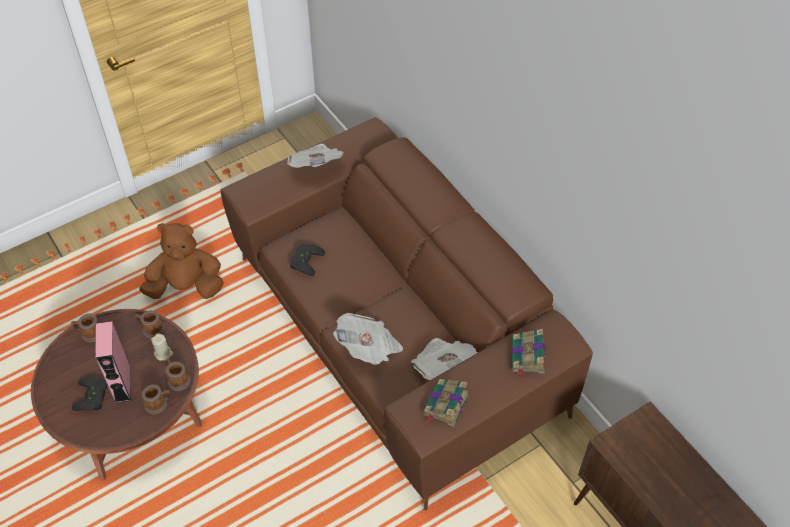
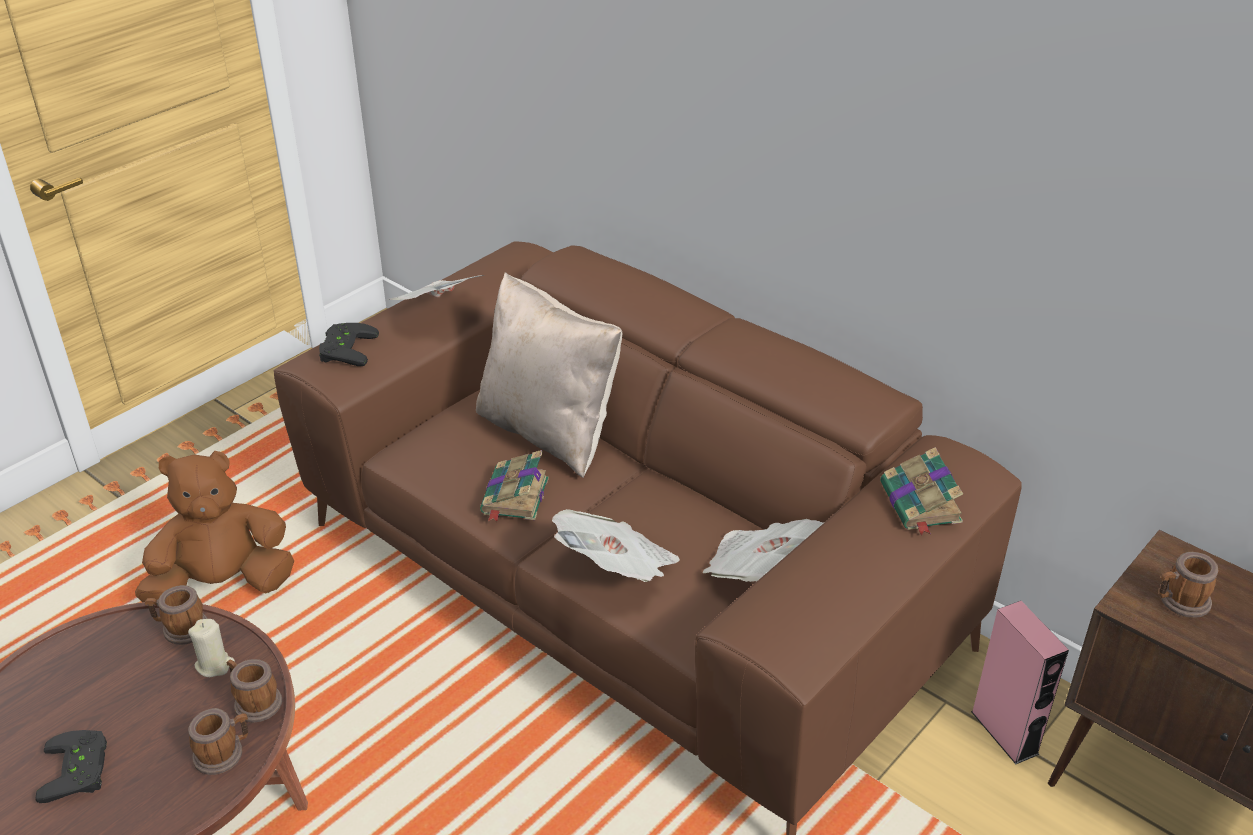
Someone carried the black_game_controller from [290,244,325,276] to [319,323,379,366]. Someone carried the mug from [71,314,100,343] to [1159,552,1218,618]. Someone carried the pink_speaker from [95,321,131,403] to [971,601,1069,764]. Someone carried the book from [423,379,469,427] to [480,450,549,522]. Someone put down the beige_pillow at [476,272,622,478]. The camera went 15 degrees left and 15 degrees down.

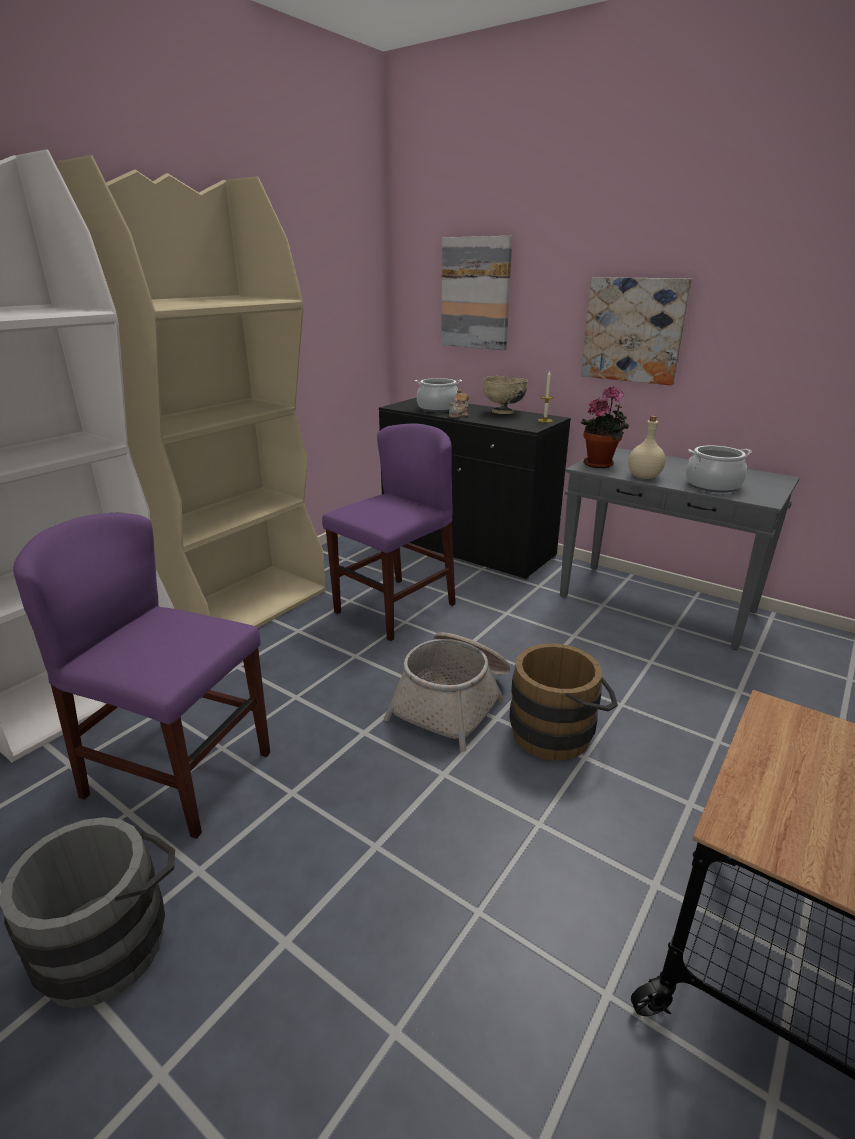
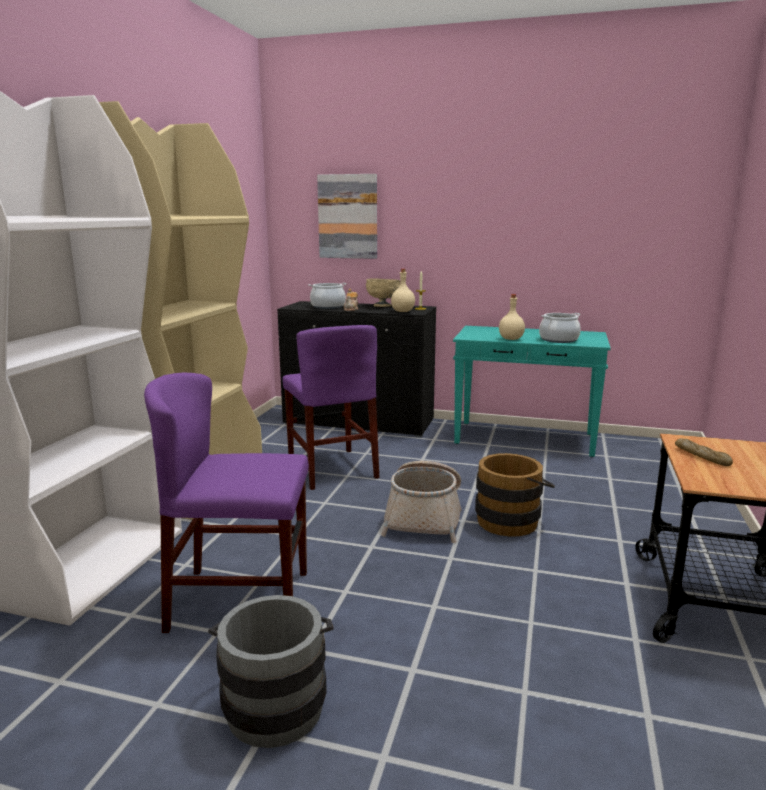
Someone took away the picture at [581,277,692,385]. Someone took away the potted_plant at [581,386,629,468]. Someone rotated the purple_chair at [322,424,456,641] by 135 degrees clockwise. Someone repainted the grey_console_table at [560,448,800,650], which became the turquoise_console_table at [453,326,611,457]. Someone put down the beige_bottle at [391,269,415,312]. Someone put down the bread at [675,438,733,466]. The camera went 20 degrees left and 10 degrees down.

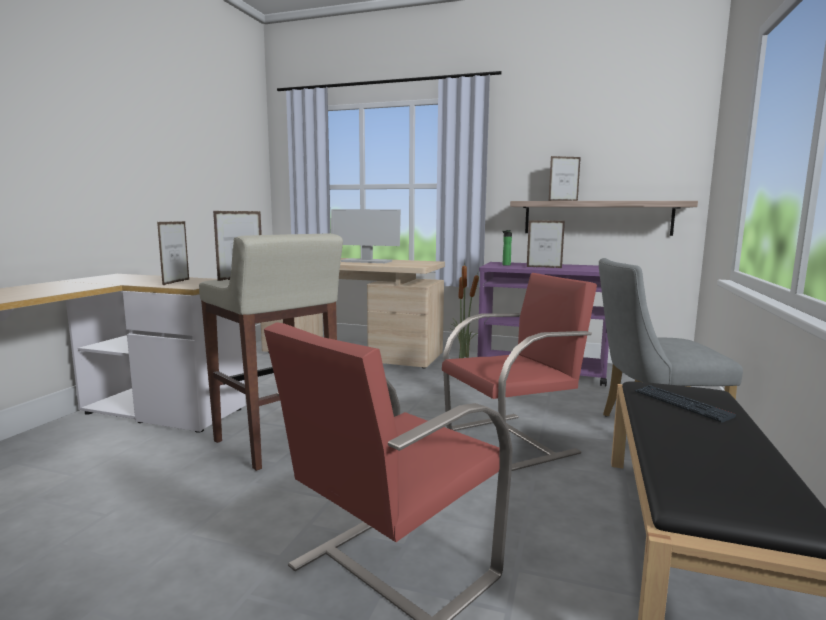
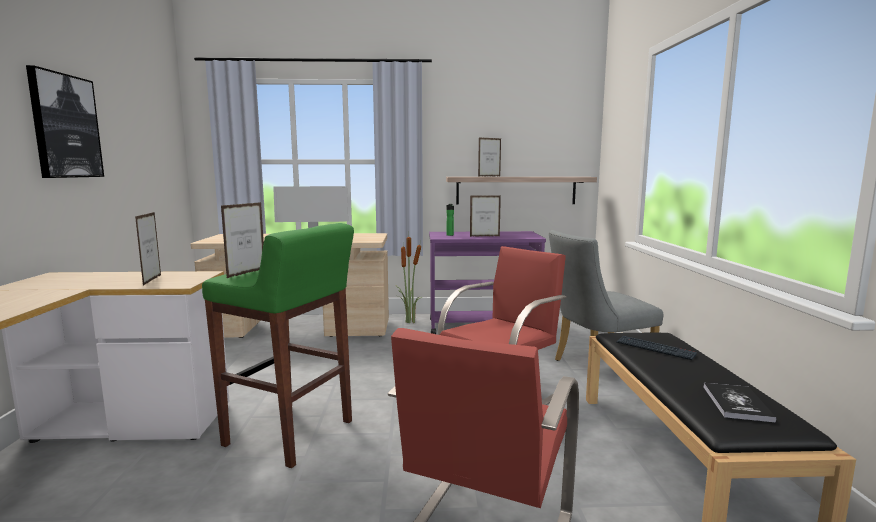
Someone repainted the beige_stool at [199,233,343,471], which became the green_stool at [202,223,354,468]. Someone put up the picture at [26,65,104,178]. Someone put down the book at [703,383,776,422]. The camera went 20 degrees left and 0 degrees up.

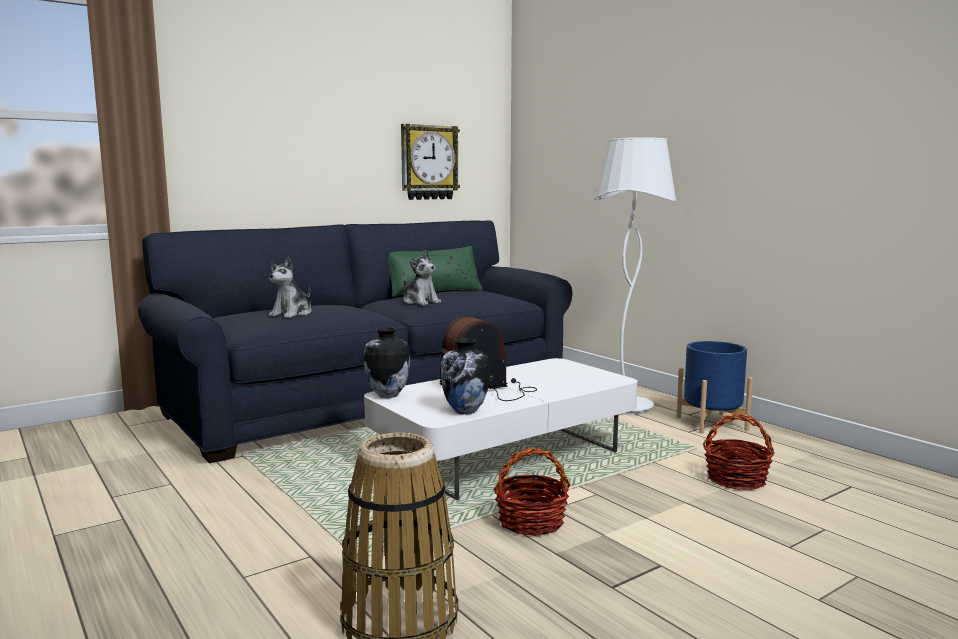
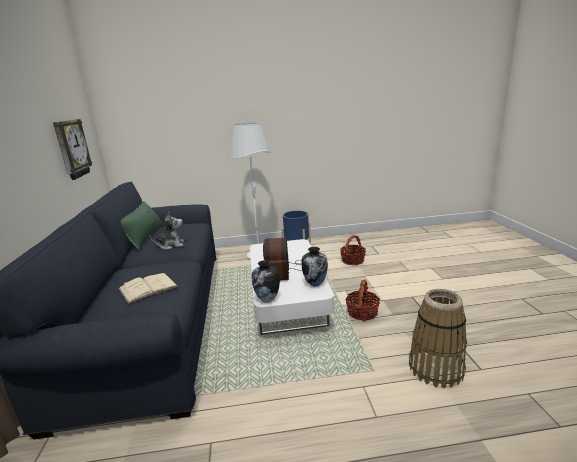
Someone swapped the plush_toy at [269,257,312,318] for the beige_book at [118,273,178,304]. The camera went 60 degrees left and 10 degrees up.

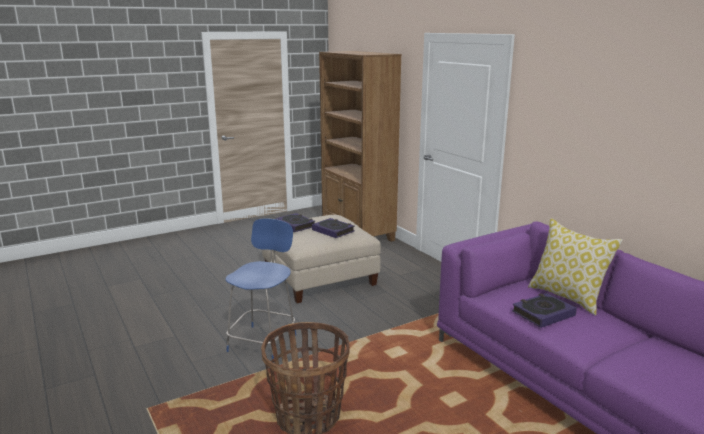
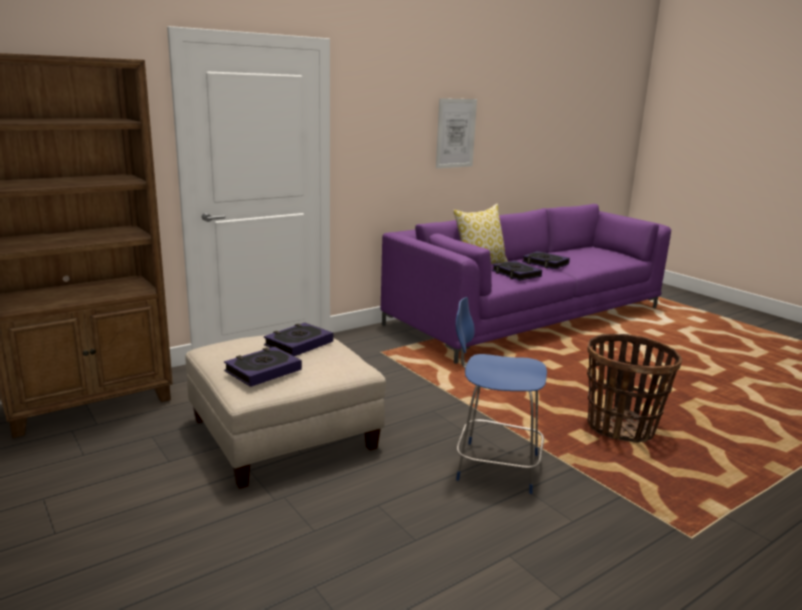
Someone put up the picture at [436,98,477,168]. Someone put down the book at [522,251,570,269]. The camera went 95 degrees left and 0 degrees up.

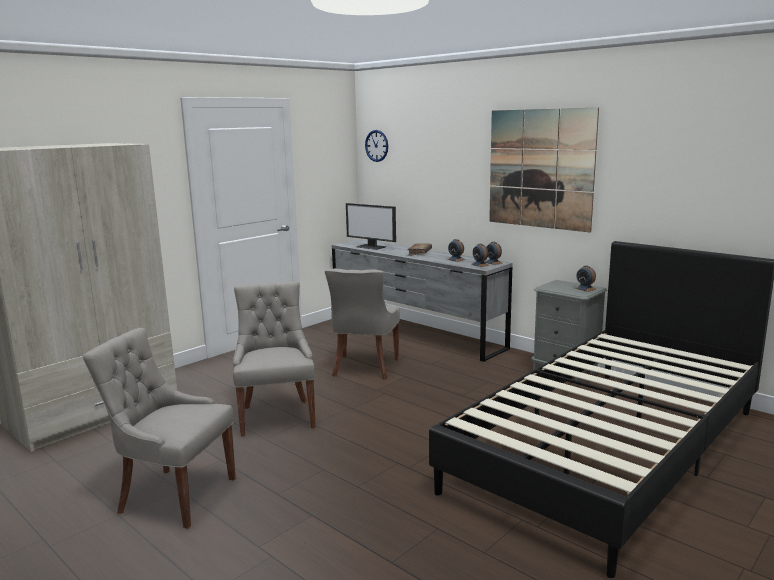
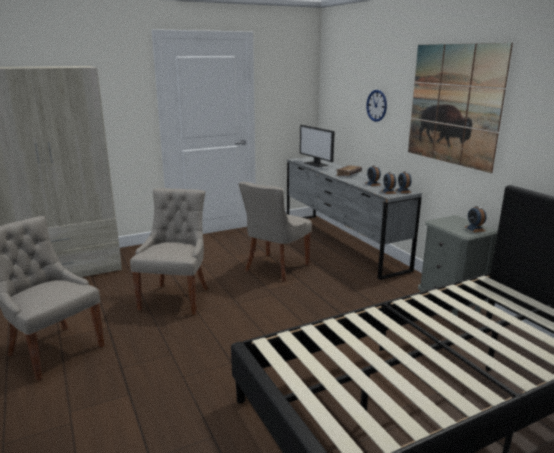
Someone carried the wall_clock from [365,130,388,162] to [366,90,387,122]. The camera went 20 degrees right and 5 degrees up.

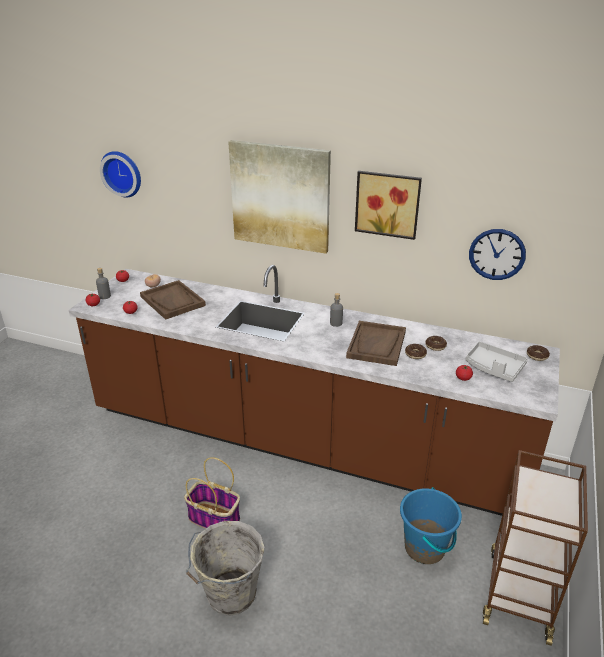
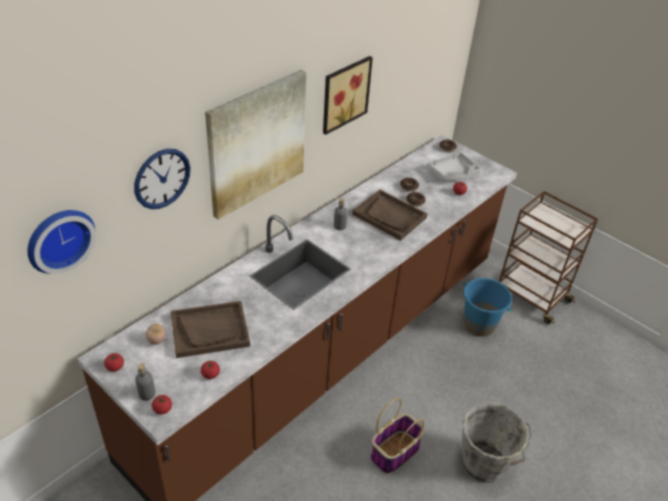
Someone carried the wall_clock from [469,229,526,280] to [134,149,190,209]. The camera went 70 degrees left and 10 degrees up.

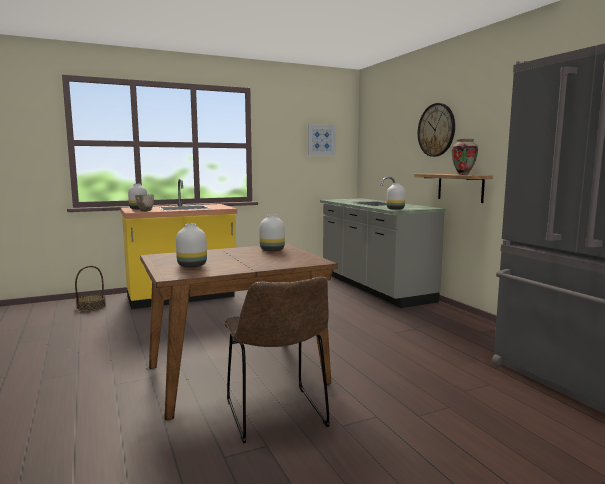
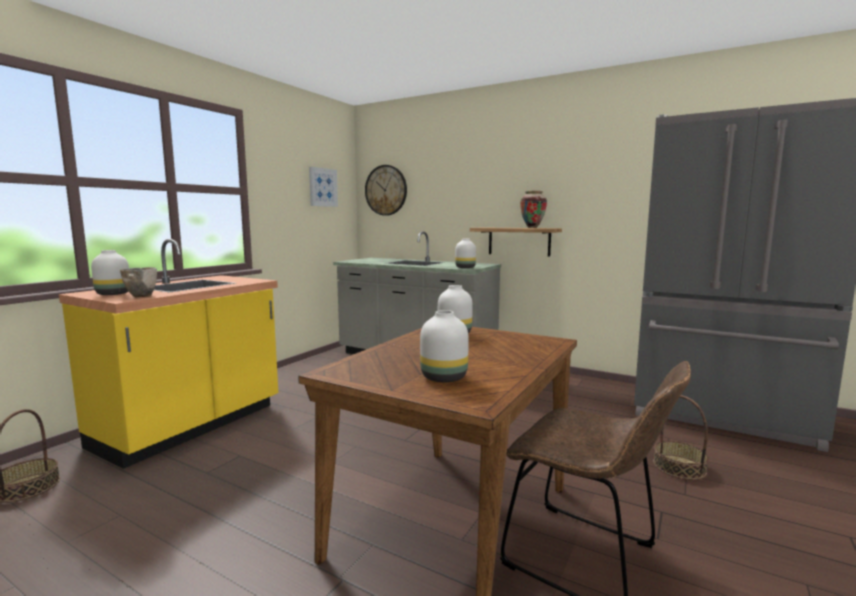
Someone carried the wall_clock from [418,103,455,157] to [365,165,407,216]. Someone put down the basket at [653,395,709,480]. The camera went 35 degrees left and 0 degrees up.

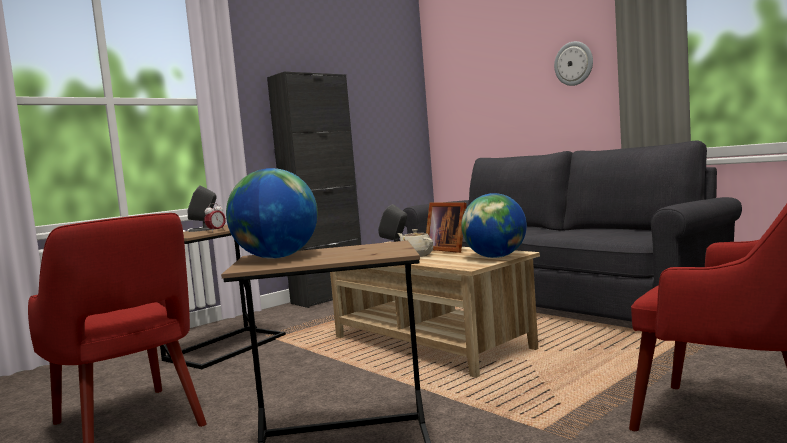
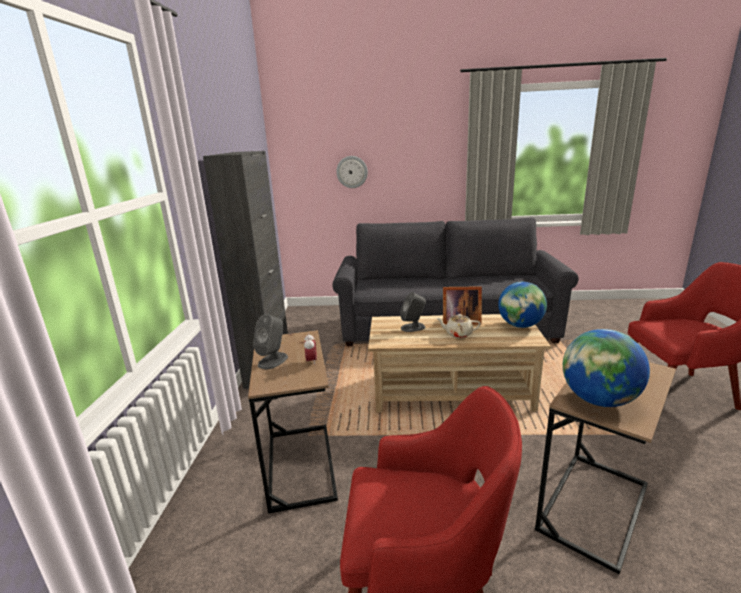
Someone carried the wall_clock from [554,41,593,86] to [336,156,368,188]. The camera went 45 degrees left and 15 degrees up.

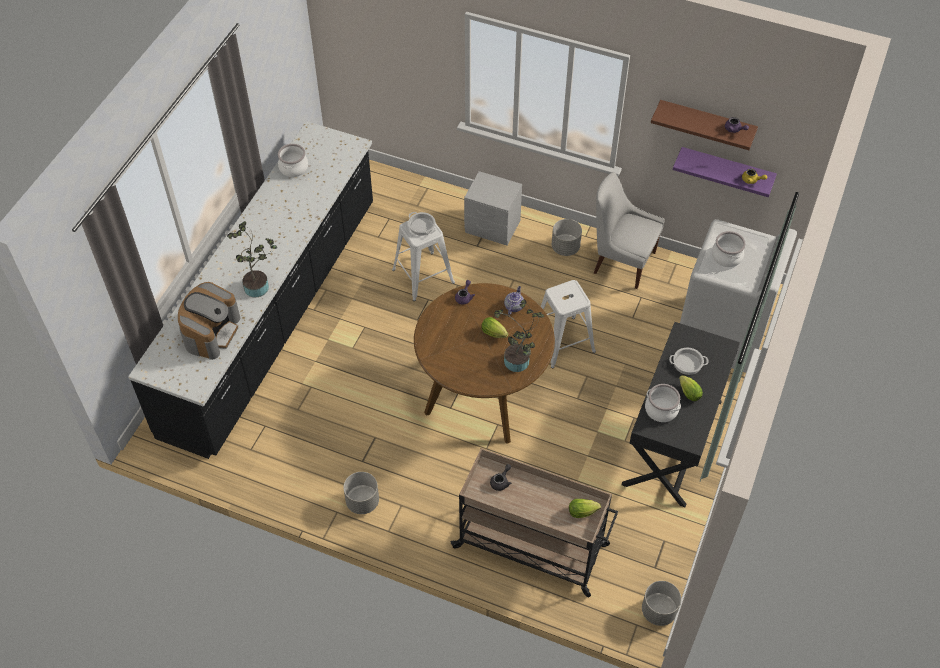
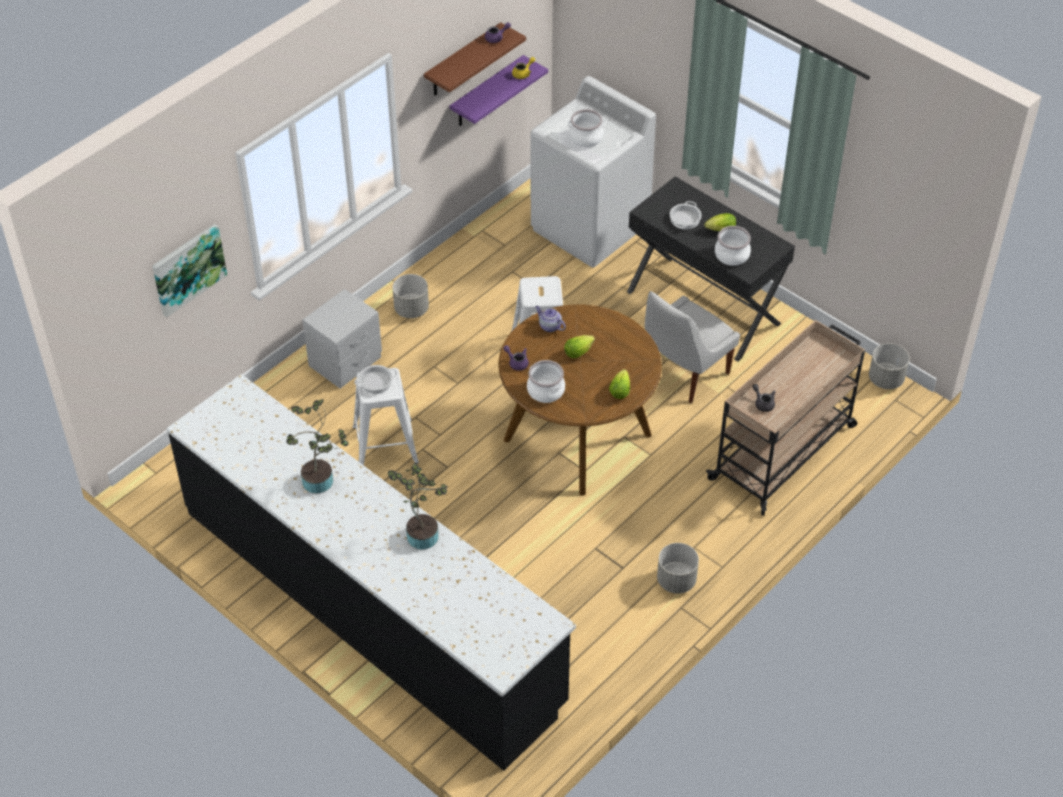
Someone carried the cooking_pot from [278,144,308,177] to [527,360,565,403]. Someone carried the white_chair from [594,172,665,289] to [645,291,740,403]. Someone took away the coffee_machine at [178,282,240,360]. Someone carried the potted_plant from [494,299,544,372] to [286,399,349,494]. Someone carried the lettuce from [569,499,601,518] to [609,369,630,399]. Someone put up the picture at [152,224,227,317]. The camera went 70 degrees left and 5 degrees down.

